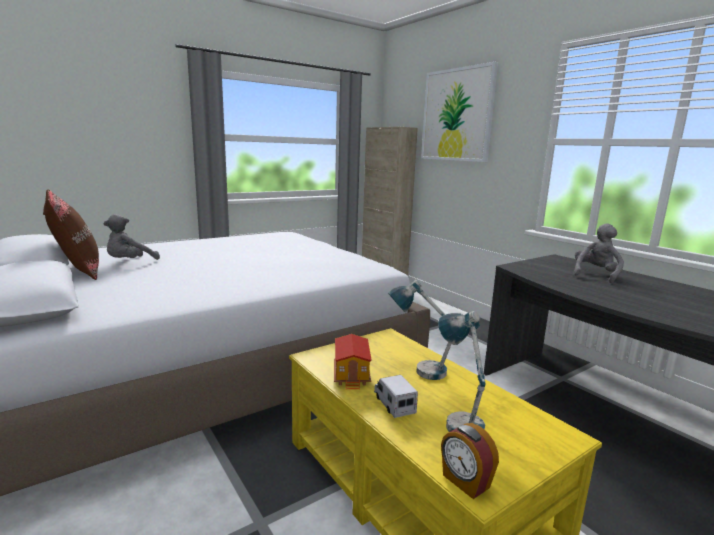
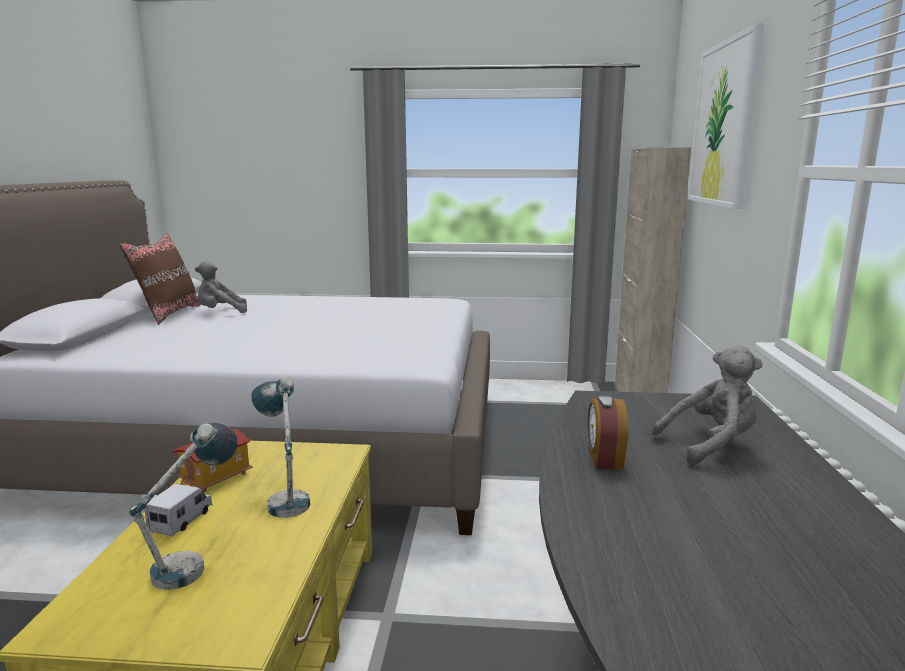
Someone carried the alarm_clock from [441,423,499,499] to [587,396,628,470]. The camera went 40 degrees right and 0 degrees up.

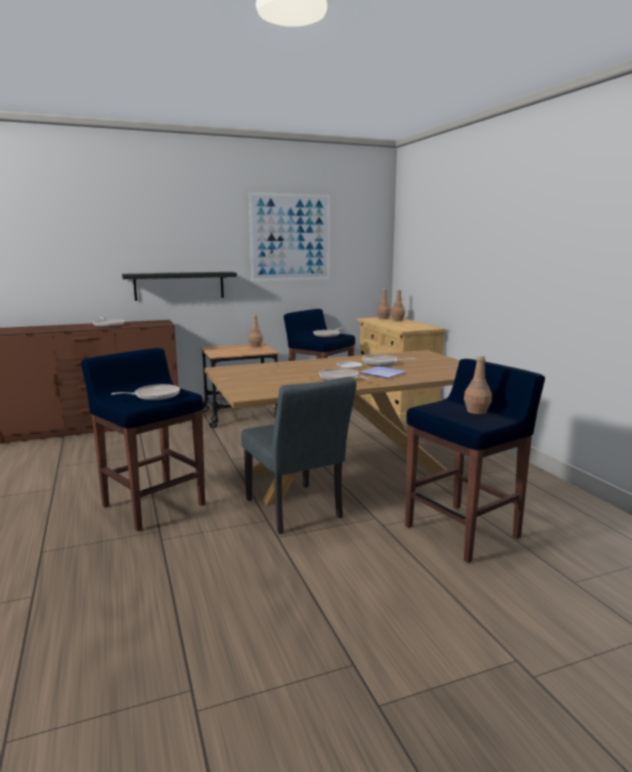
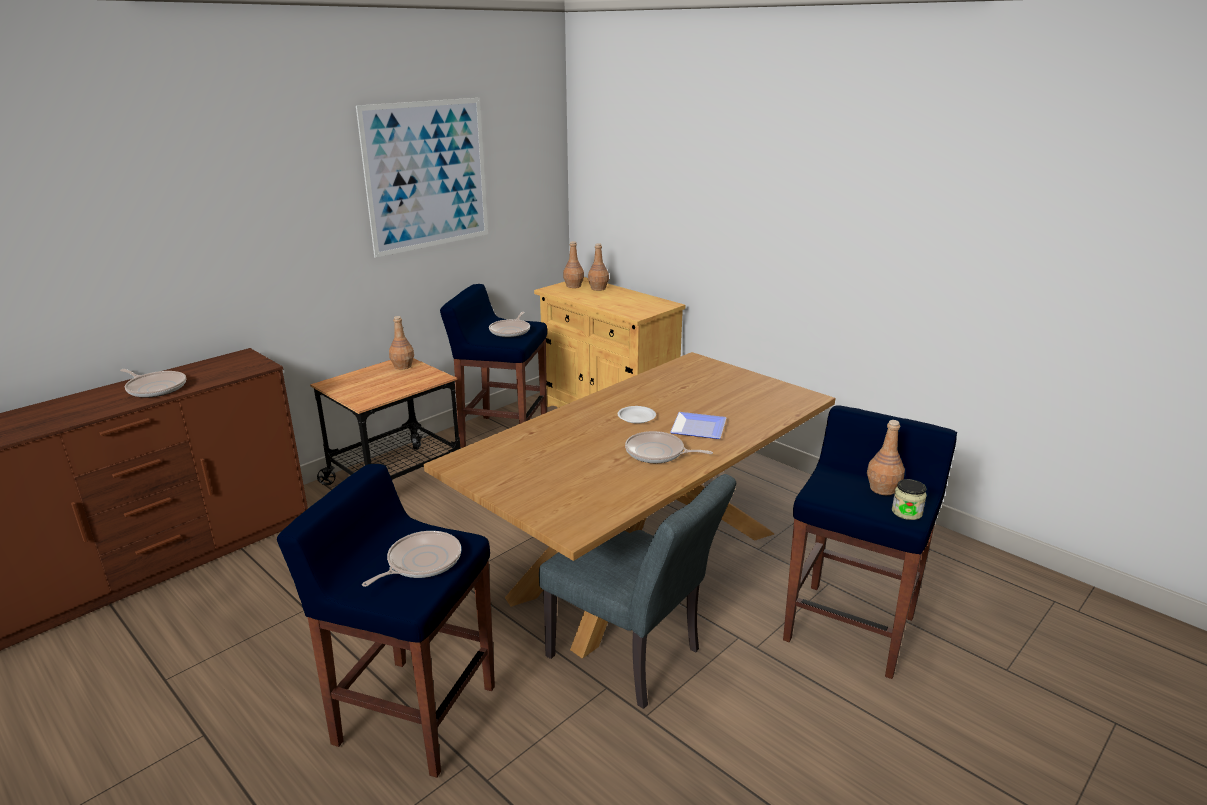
Someone took away the black_shelf at [122,272,237,301]. Someone took away the frying_pan at [362,355,416,366]. Someone put down the jar at [892,479,927,520]. The camera went 25 degrees left and 10 degrees up.

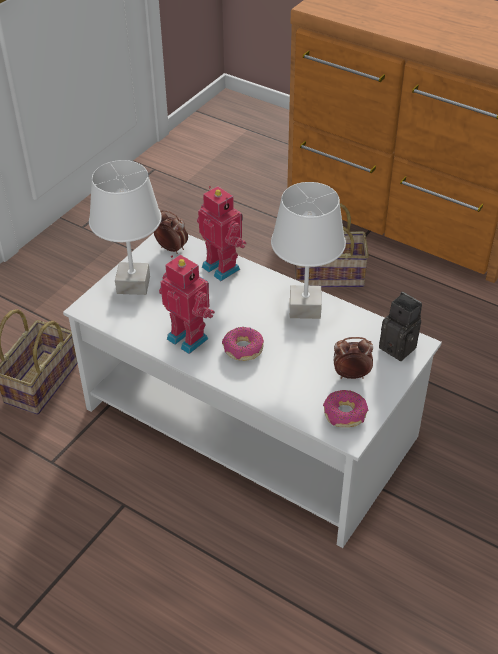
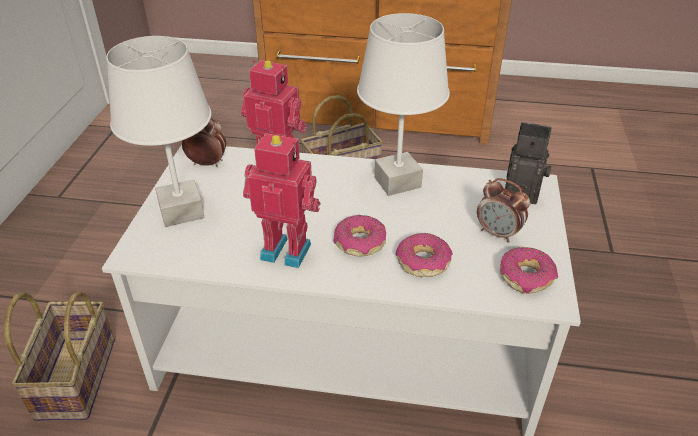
Someone rotated the alarm_clock at [334,337,373,379] by 120 degrees counterclockwise. Someone put down the donut at [395,233,453,277]. The camera went 25 degrees left and 5 degrees down.

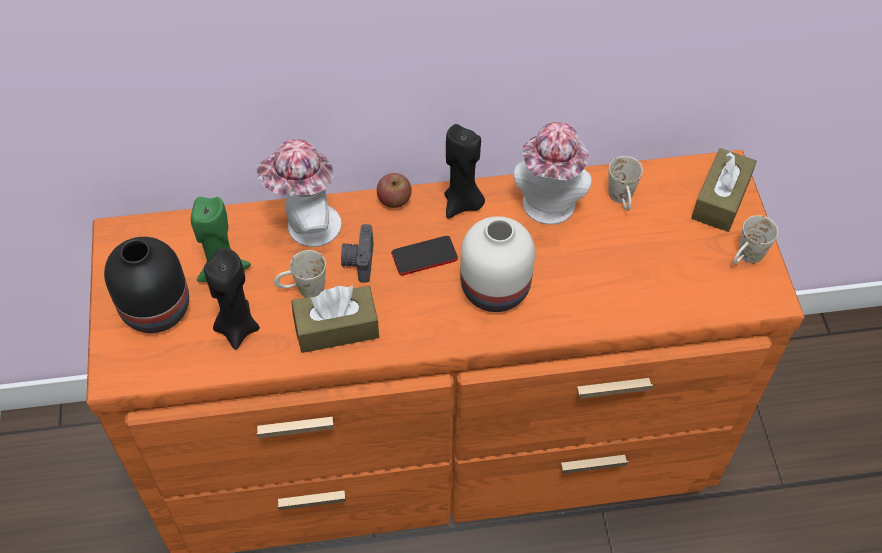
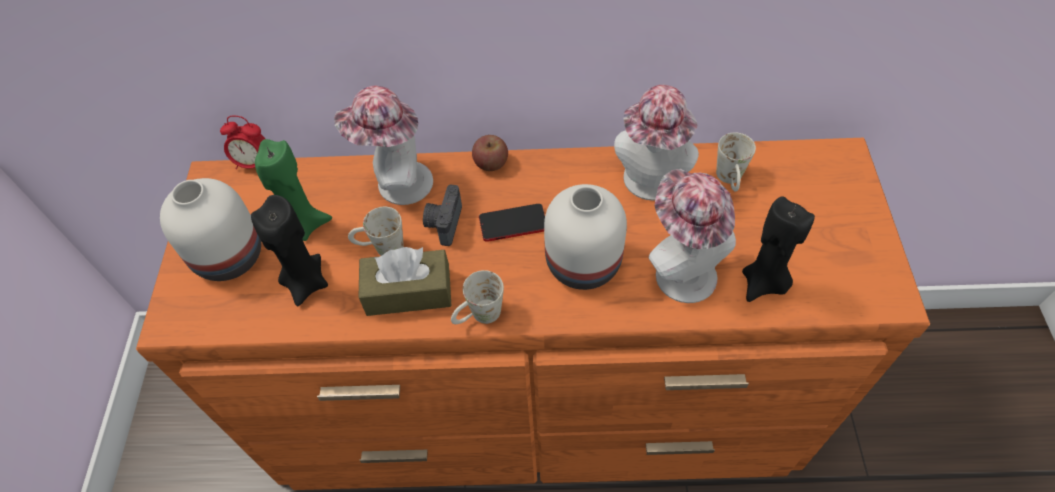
Someone carried the black_candle from [444,124,485,219] to [742,196,815,302]. Someone took away the brown_tissue_box at [692,148,757,232]. Someone carried the white_mug from [733,215,778,264] to [451,270,504,324]. Someone repainted the black_vase at [104,237,189,333], which became the white_vase at [160,178,261,281]. Someone put down the alarm_clock at [220,116,265,169]. Someone put down the hat at [649,169,736,303]. The camera went 10 degrees right and 0 degrees up.

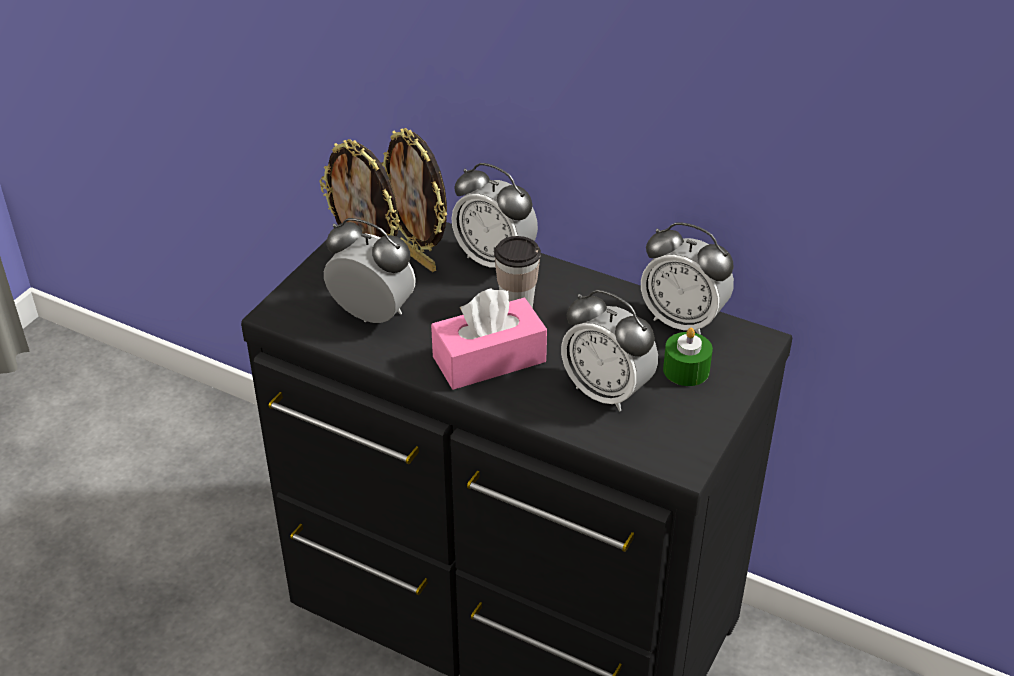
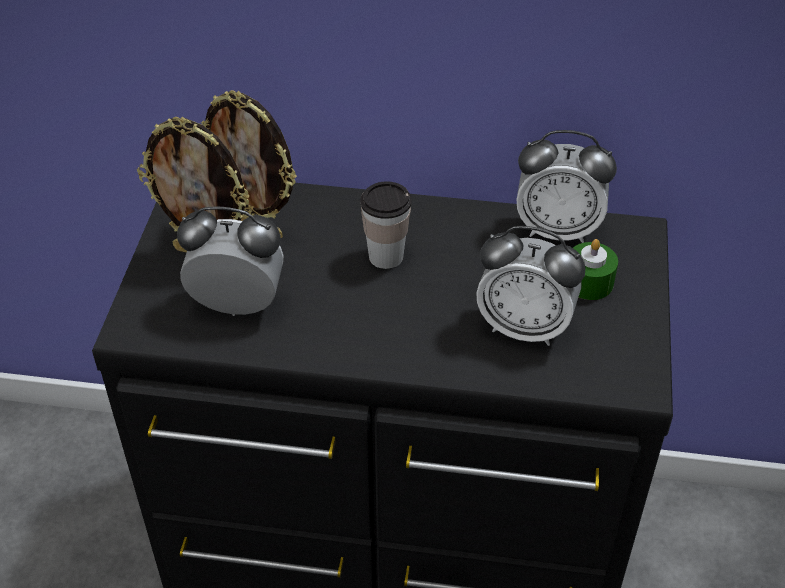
Someone took away the alarm_clock at [451,163,538,268]. Someone took away the pink_tissue_box at [431,288,547,390]. The camera went 20 degrees left and 5 degrees up.

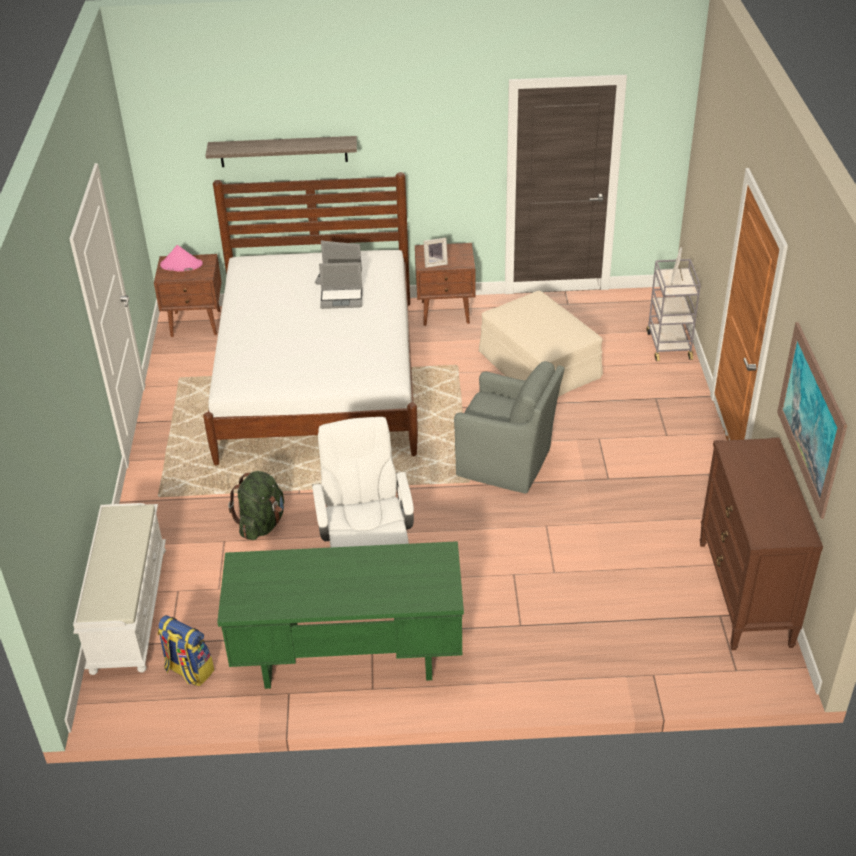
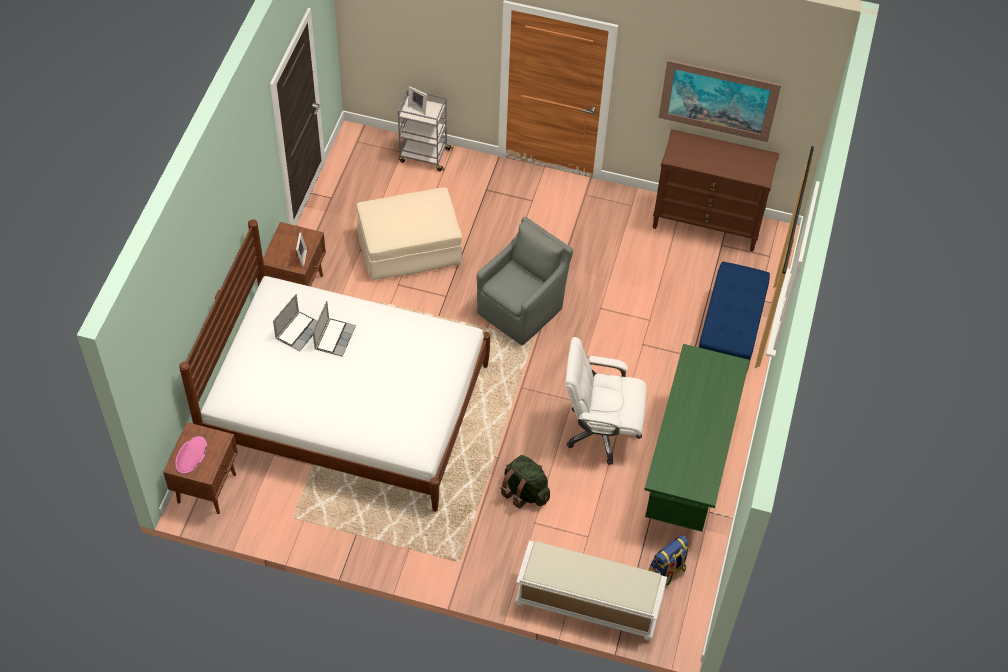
Someone took away the shelf at [206,136,357,167]. Someone put down the blue_bench at [699,262,770,371]. The camera went 75 degrees left and 15 degrees up.

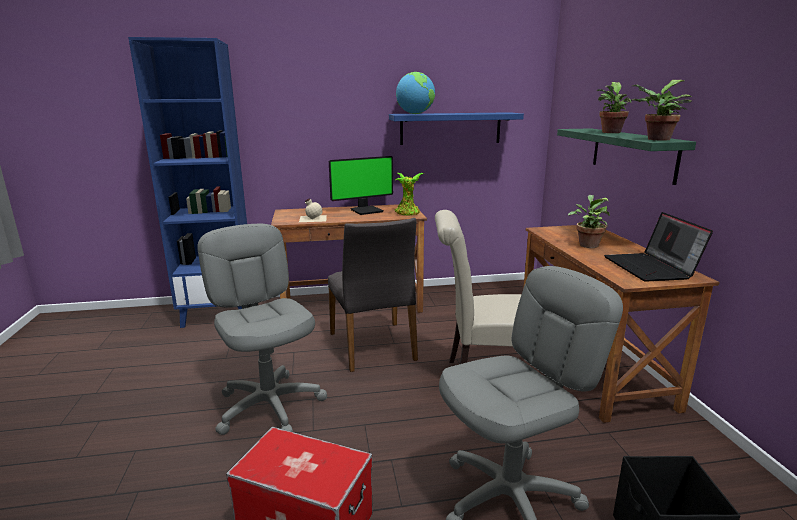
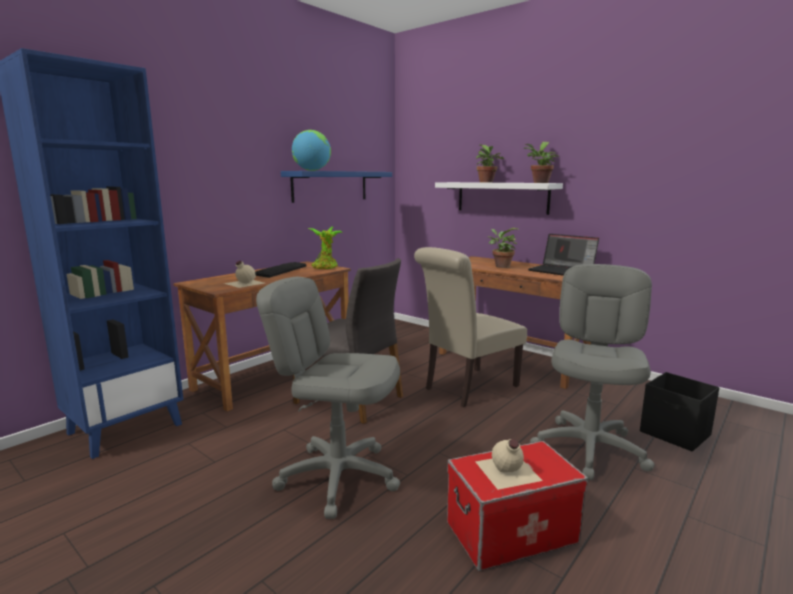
Someone repainted the green_shelf at [557,128,696,185], which became the white_shelf at [435,182,563,215]. Someone swapped the monitor at [329,156,393,215] for the keyboard at [255,262,307,278]. Someone put down the beige_bottle at [475,439,543,490]. The camera went 40 degrees left and 5 degrees down.

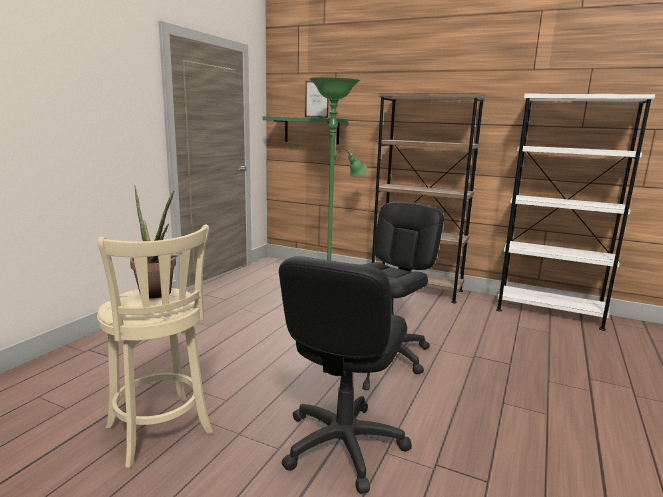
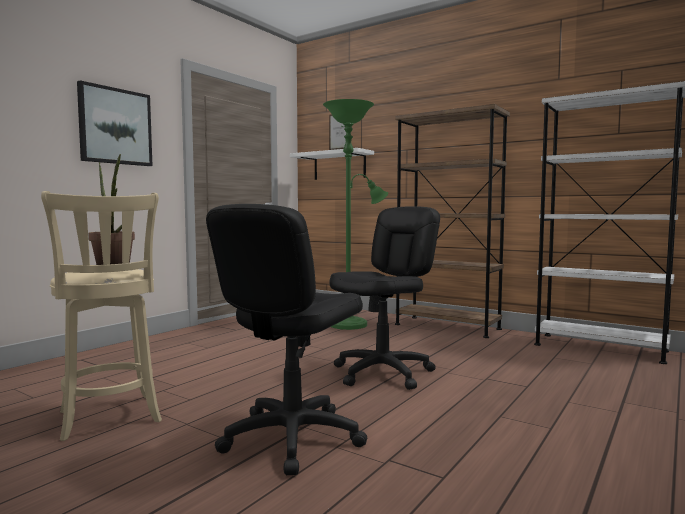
Someone repainted the green_shelf at [263,116,348,145], which became the white_shelf at [290,148,374,180]. Someone put up the picture at [77,80,153,166]. The camera went 10 degrees right and 10 degrees down.

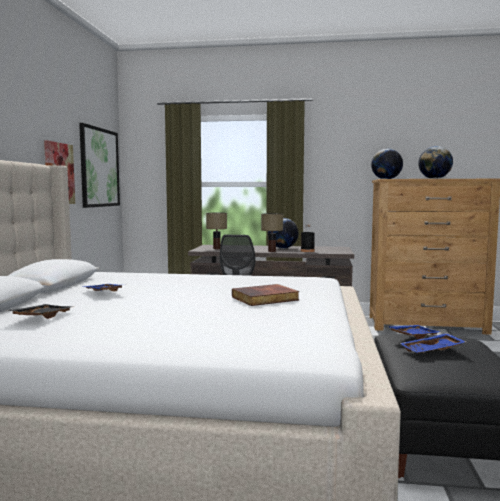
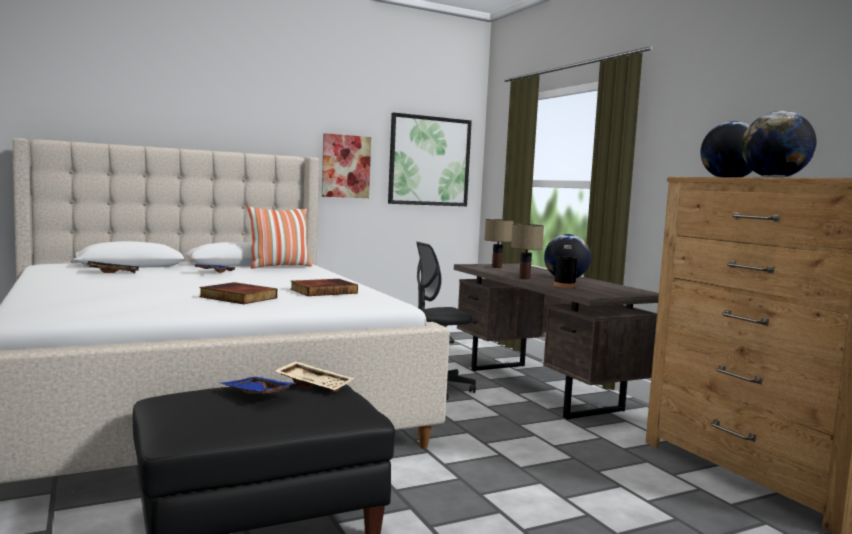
Someone repainted the blue_tray at [386,325,440,339], which became the beige_tray at [274,361,354,392]. Someone put down the pillow at [247,206,312,269]. Someone put down the book at [290,279,358,296]. The camera went 55 degrees right and 0 degrees up.

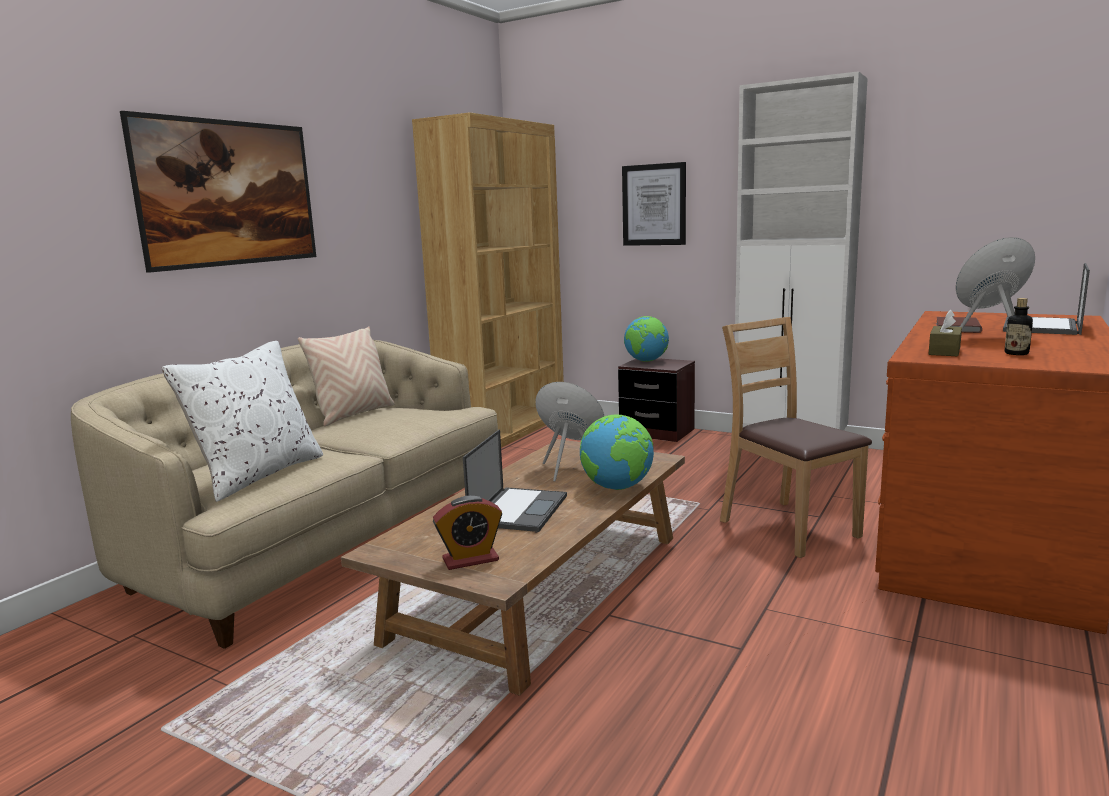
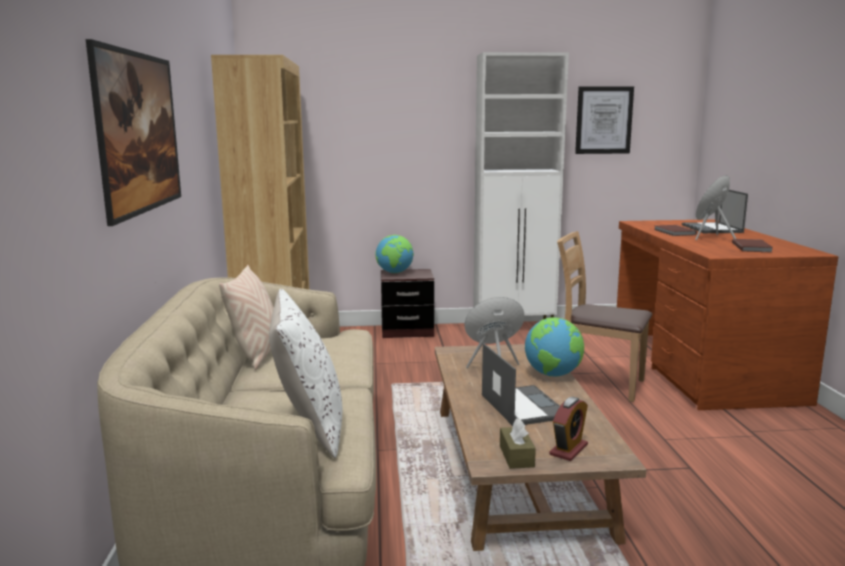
Someone carried the picture from [622,162,686,246] to [575,86,634,154]. Someone swapped the bottle at [1005,298,1033,355] for the brown_book at [732,239,773,253]. Someone carried the brown_tissue_box from [929,309,962,356] to [500,418,536,469]. The camera went 35 degrees left and 0 degrees up.

